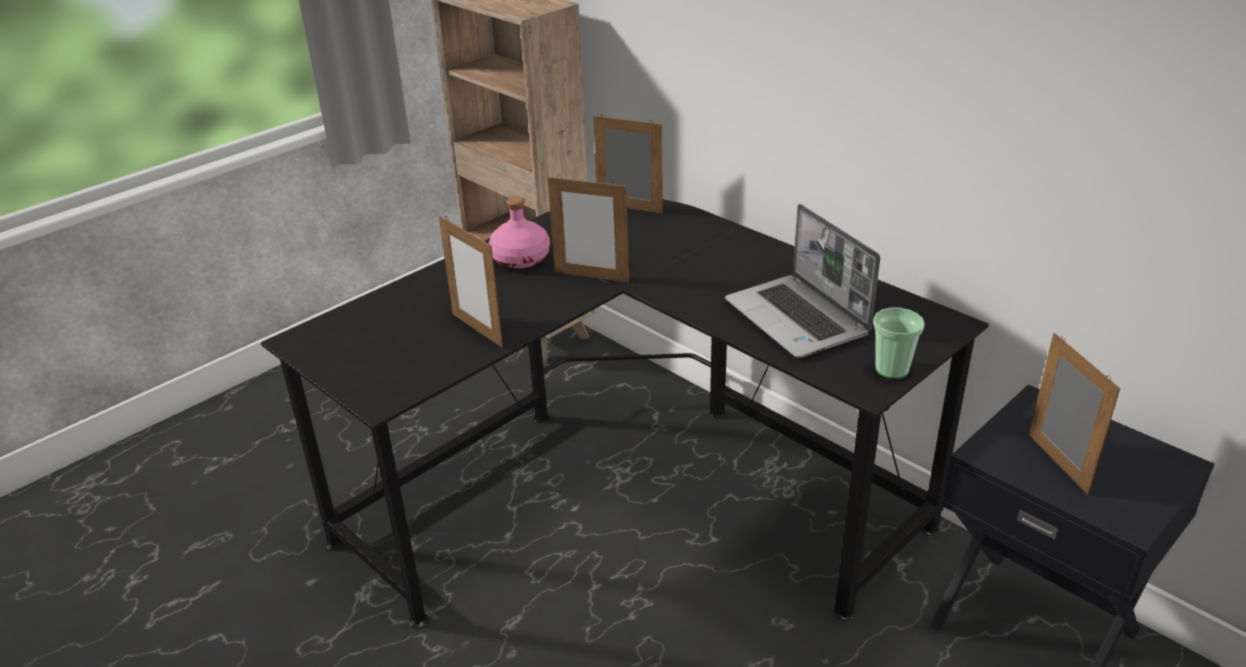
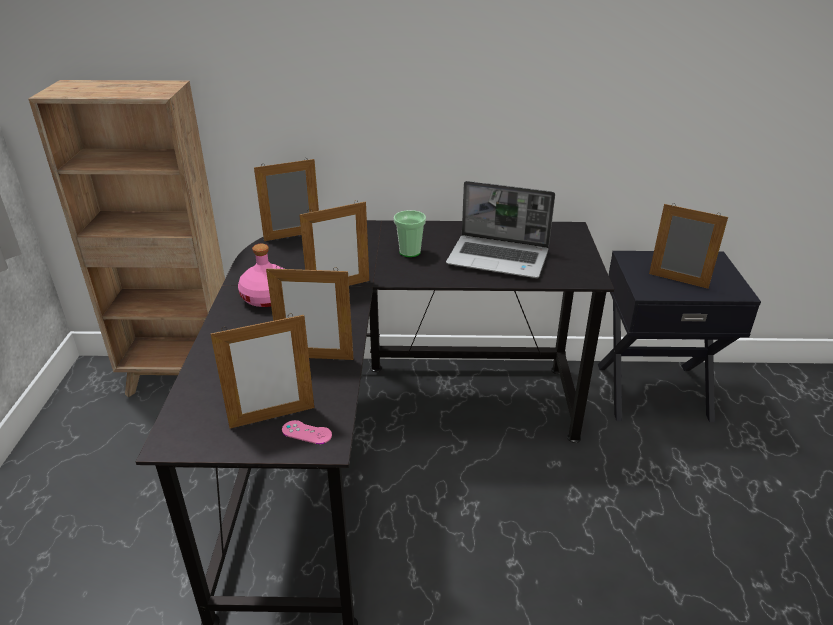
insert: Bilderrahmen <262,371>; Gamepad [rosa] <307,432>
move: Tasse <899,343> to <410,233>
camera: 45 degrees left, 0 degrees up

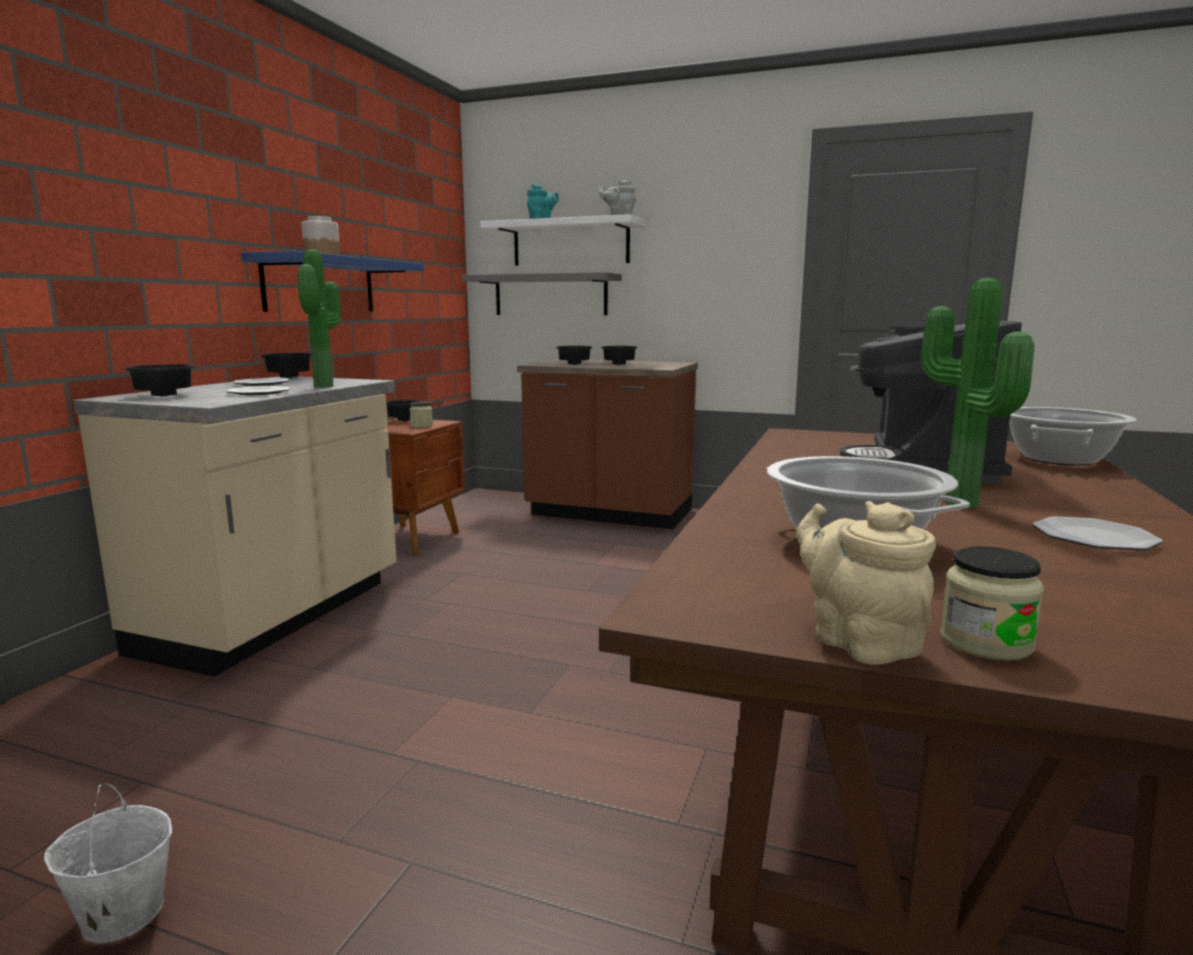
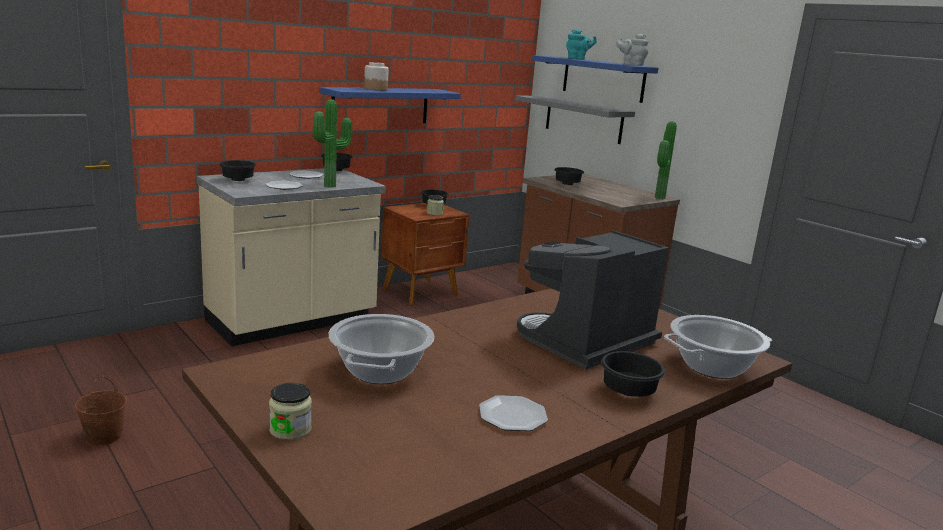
delete: Teekanne [beige] <866,583>
move: Schüssel [schwarz] <619,355> to <633,374>; Topfpflanze <977,393> to <666,160>
recolor: Eimer [weiß] <108,863> to Eimer [braun] <101,411>; Wandregal [weiß] <562,240> to Wandregal [blau] <595,79>
camera: 30 degrees right, 5 degrees up

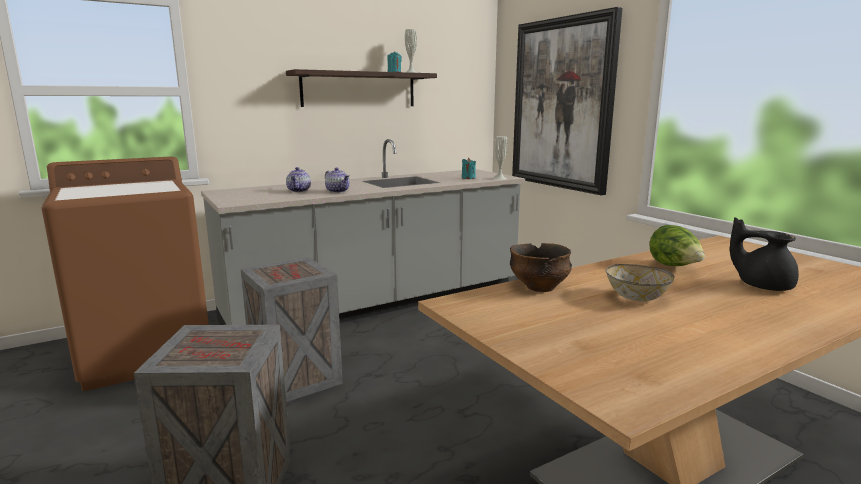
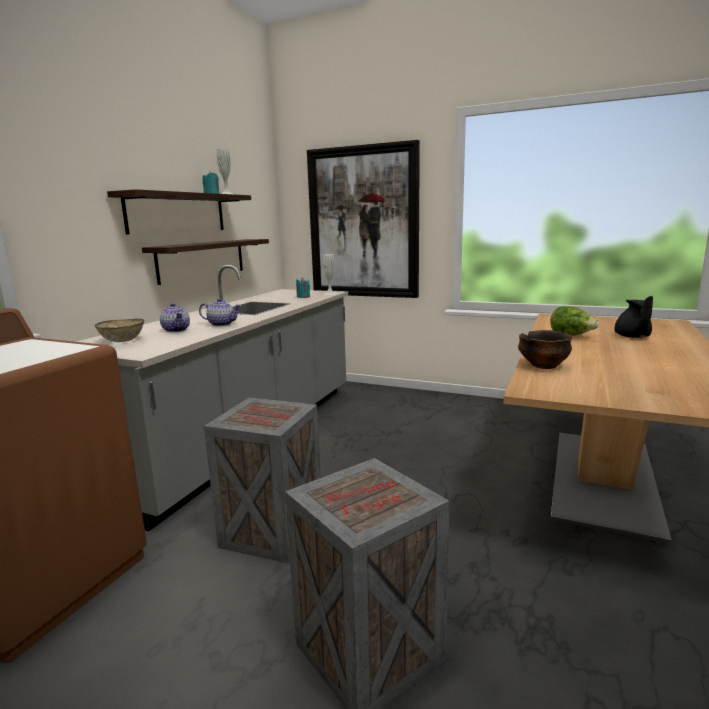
insert: Wandregal <205,262>
move: Schüssel <640,282> to <119,330>
rotate: Teekanne [schwarz] <764,254> = <633,317> 90 degrees counterclockwise
camera: 35 degrees left, 0 degrees up

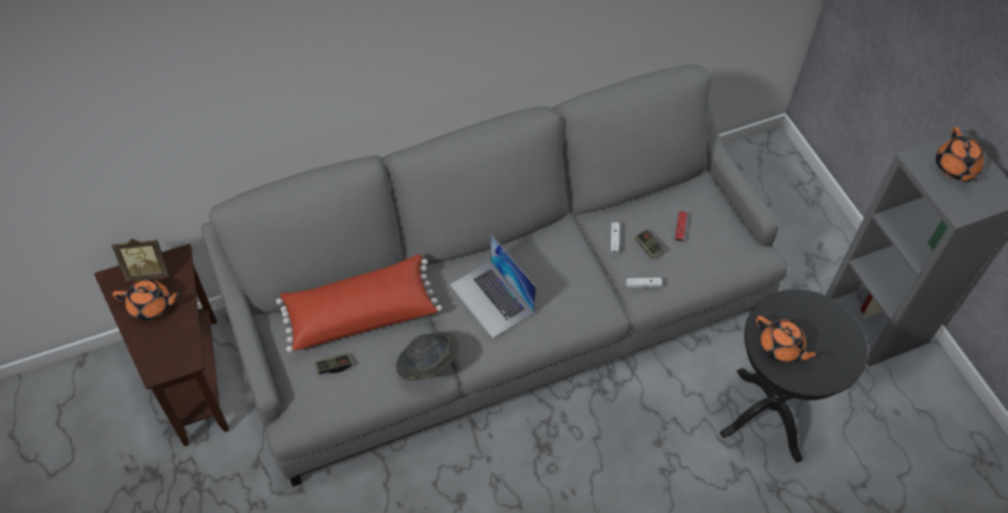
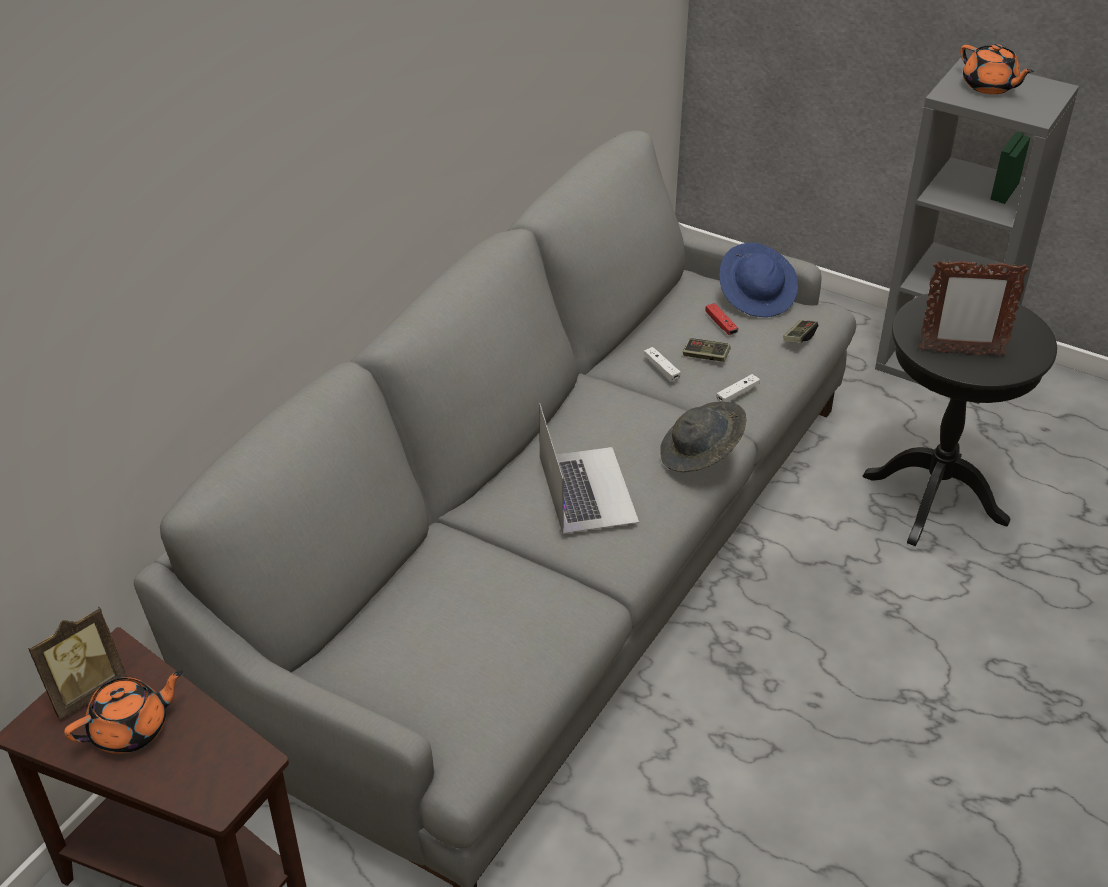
delete: Kissen [rot] <359,303>
insert: Hut [blau] <758,280>
move: Gamepad <333,363> to <801,331>; Hut [grau] <427,356> to <703,437>
replace: Teekanne [orange] <788,339> to Bilderrahmen <973,308>
rotate: Laptop <493,287> = <589,468> 120 degrees counterclockwise
camera: 35 degrees left, 15 degrees down

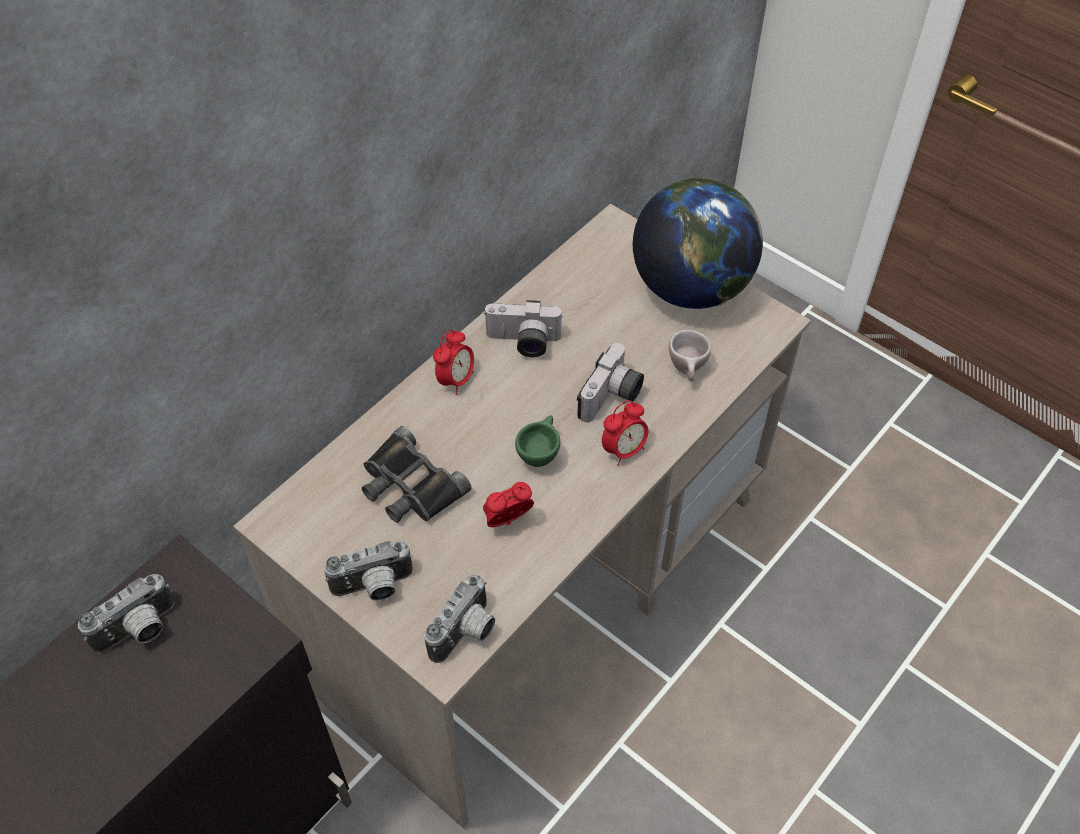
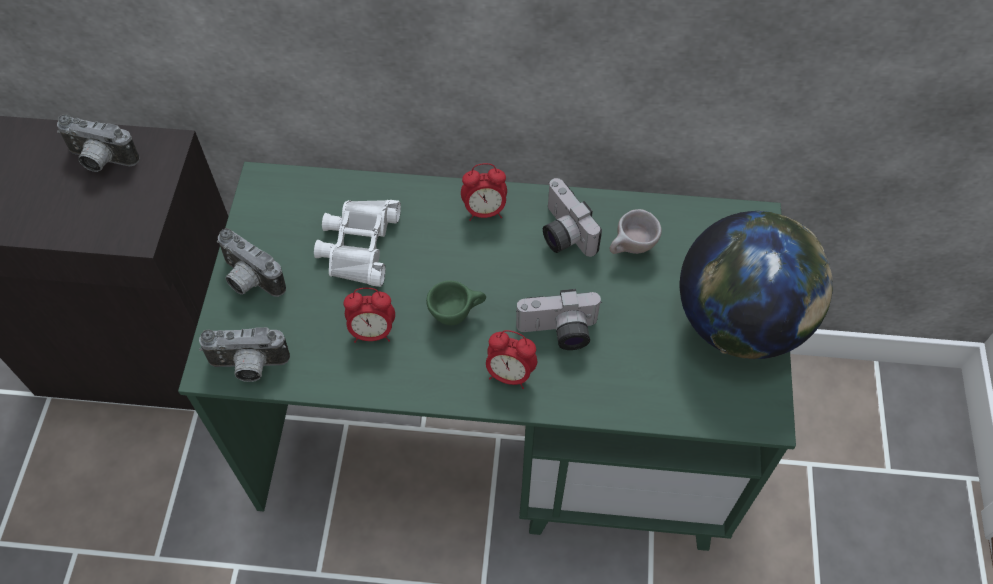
move: Tasse [beige] <690,355> to <635,231>
recolor: Schreibtisch [beige] <522,516> to Schreibtisch [grün] <487,356>; Fernglas [schwarz] <416,474> to Fernglas [weiß] <357,243>
rotate: Wecker <508,504> = <369,315> 150 degrees clockwise
camera: 55 degrees right, 5 degrees up

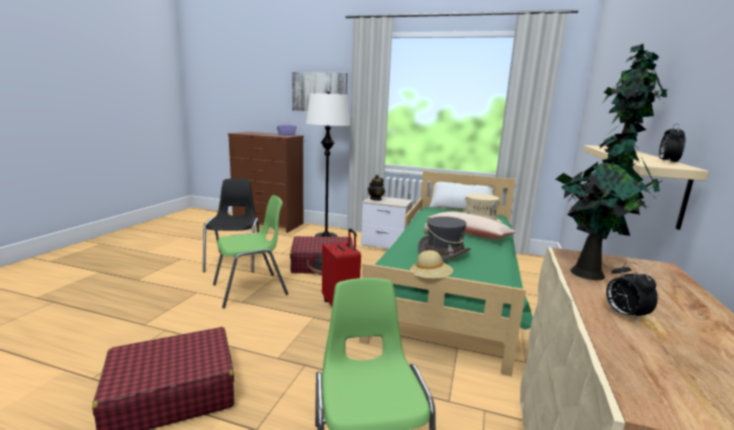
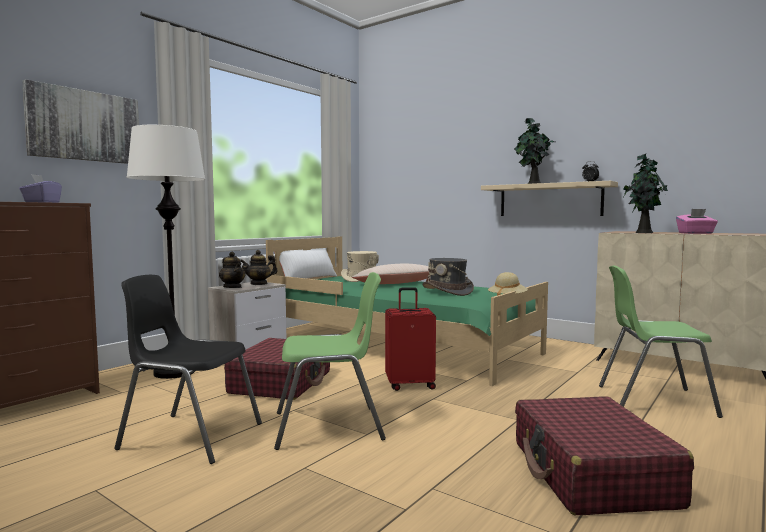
insert: Teekanne <259,267>
replace: Wecker <632,291> to Taschentuchbox [rosa] <697,221>
rotate: Stuhl [grün] <250,251> = <330,361> 90 degrees clockwise
camera: 70 degrees left, 10 degrees down

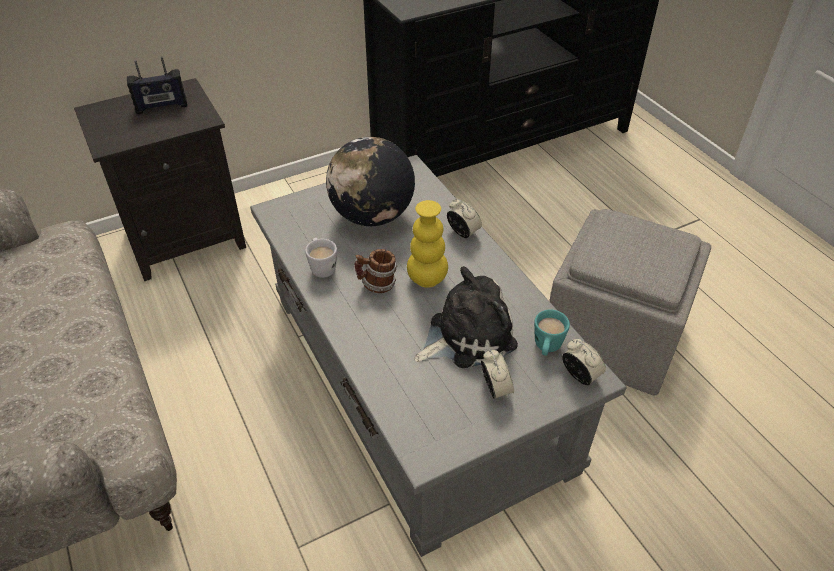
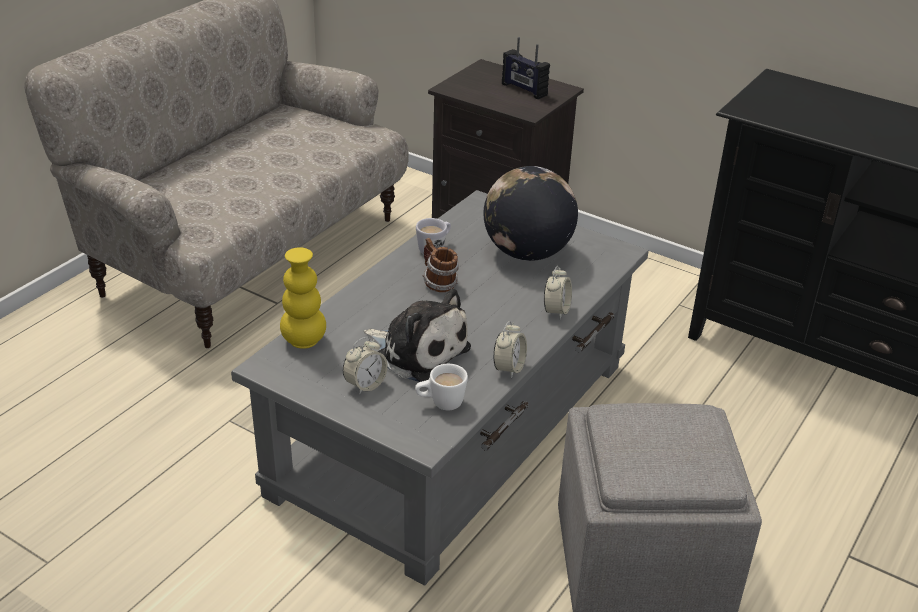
move: Vase [gelb] <427,244> to <303,298>; Wecker <584,362> to <510,349>
recolor: Henkelbecher [türkis] <552,333> to Henkelbecher [weiß] <441,387>
camera: 60 degrees right, 10 degrees down

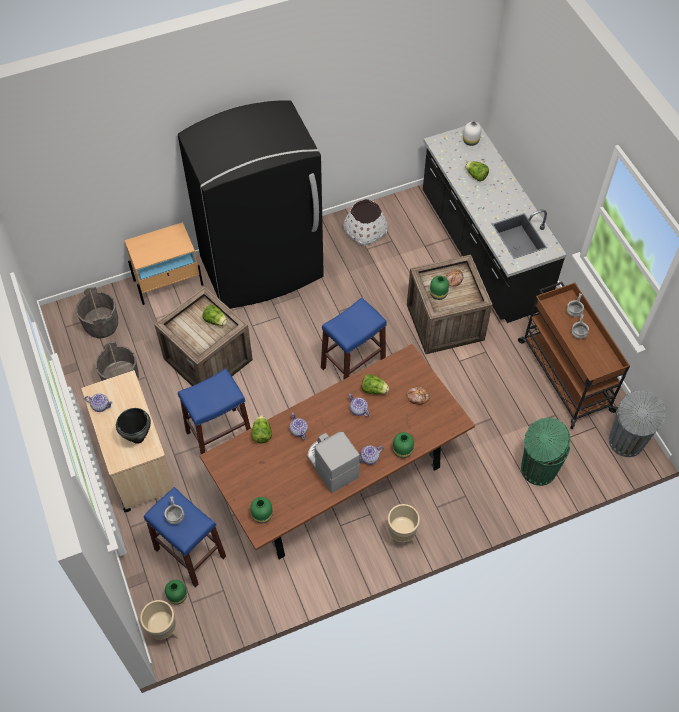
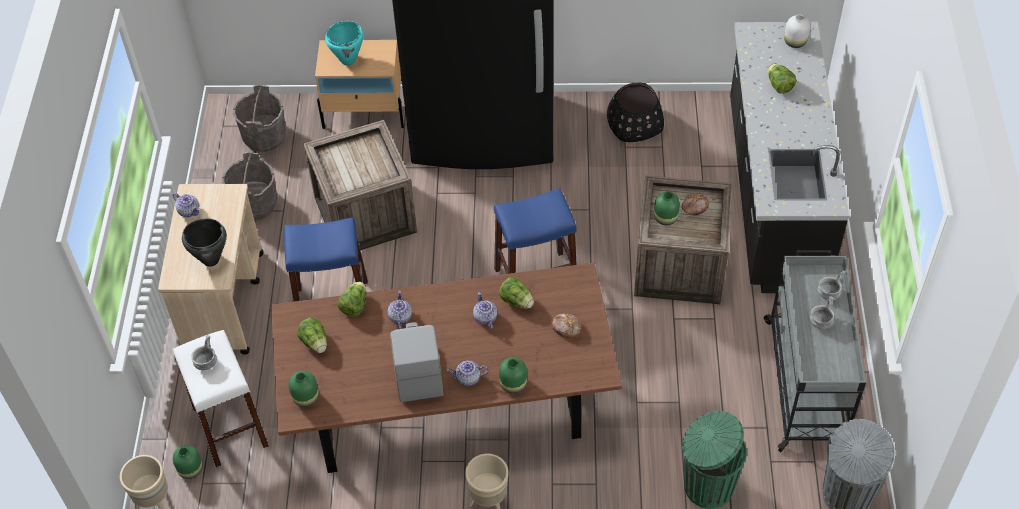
insert: Kochtopf [türkis] <344,43>
move: Salatkopf <215,315> to <312,335>
recolor: Hocker [blau] <185,537> to Hocker [weiß] <221,398>; Pflanzkübel [weiß] <365,222> to Pflanzkübel [schwarz] <635,112>; Rollwagen [braun] <574,355> to Rollwagen [grau] <815,351>
camera: 25 degrees right, 5 degrees down

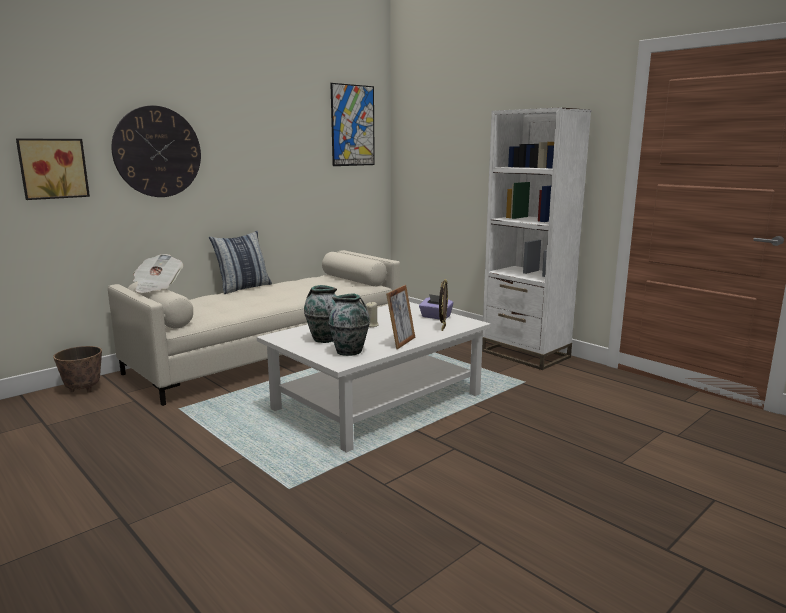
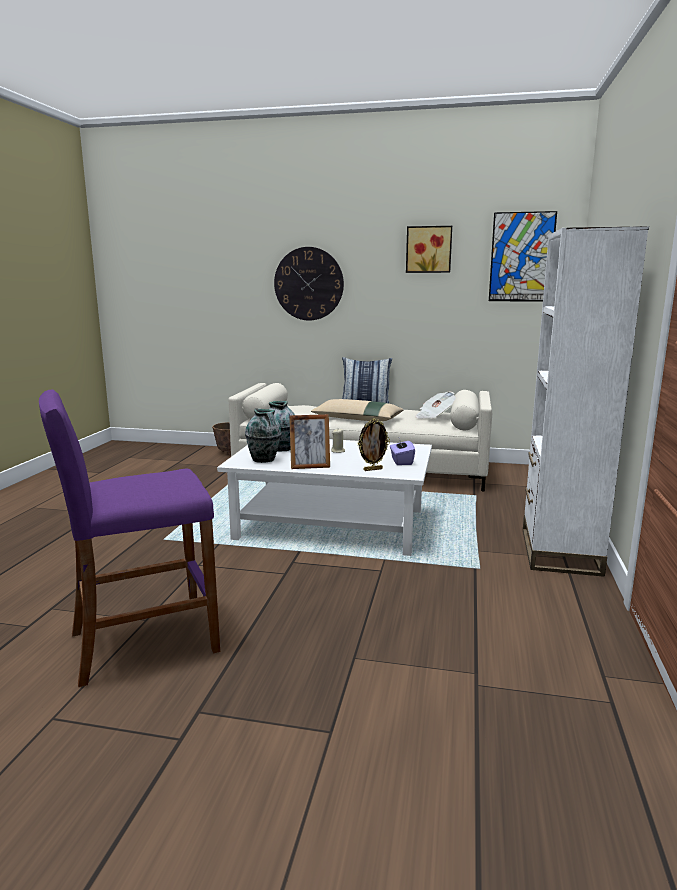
insert: Hocker [lila] <129,538>; Kissen [beige] <357,410>
move: Bild <53,169> to <429,249>; Zeitung <158,273> to <435,405>
camera: 55 degrees right, 0 degrees up

